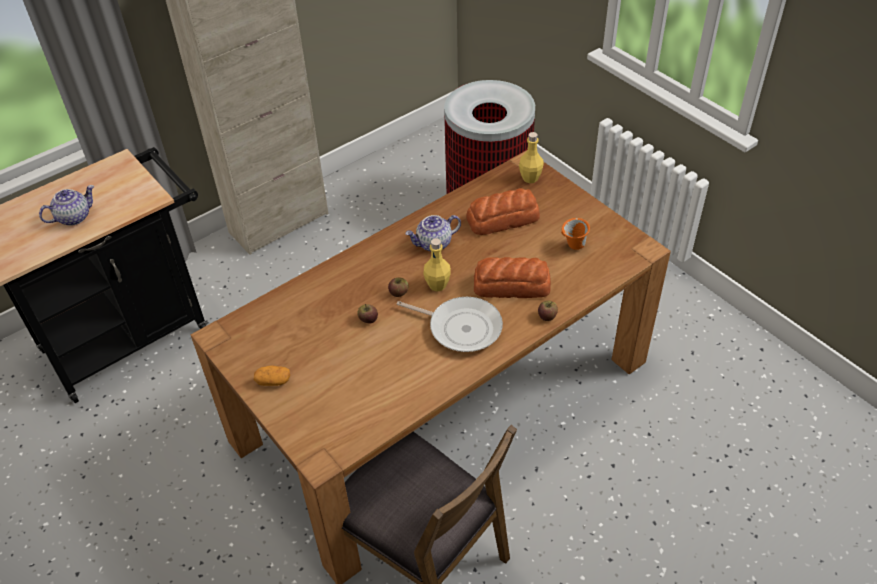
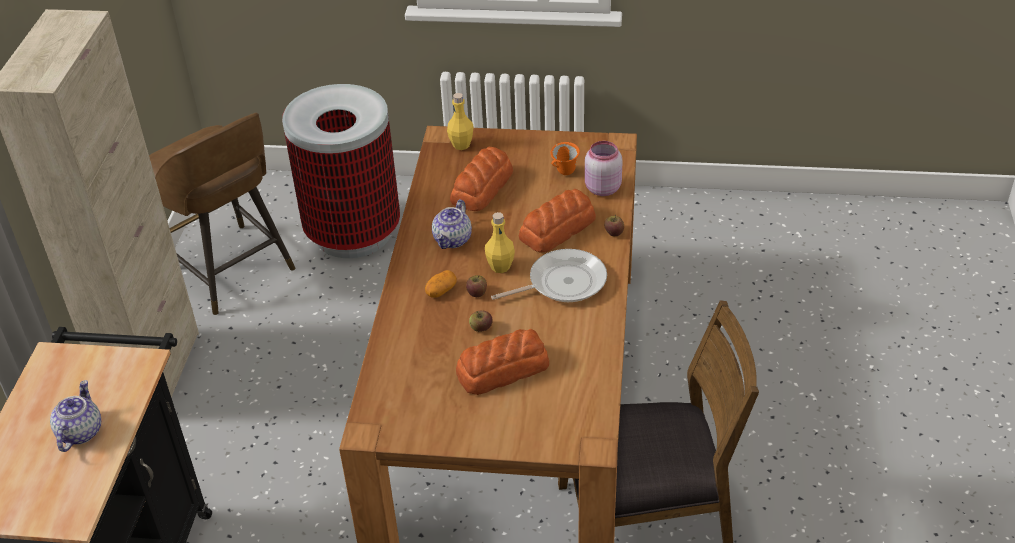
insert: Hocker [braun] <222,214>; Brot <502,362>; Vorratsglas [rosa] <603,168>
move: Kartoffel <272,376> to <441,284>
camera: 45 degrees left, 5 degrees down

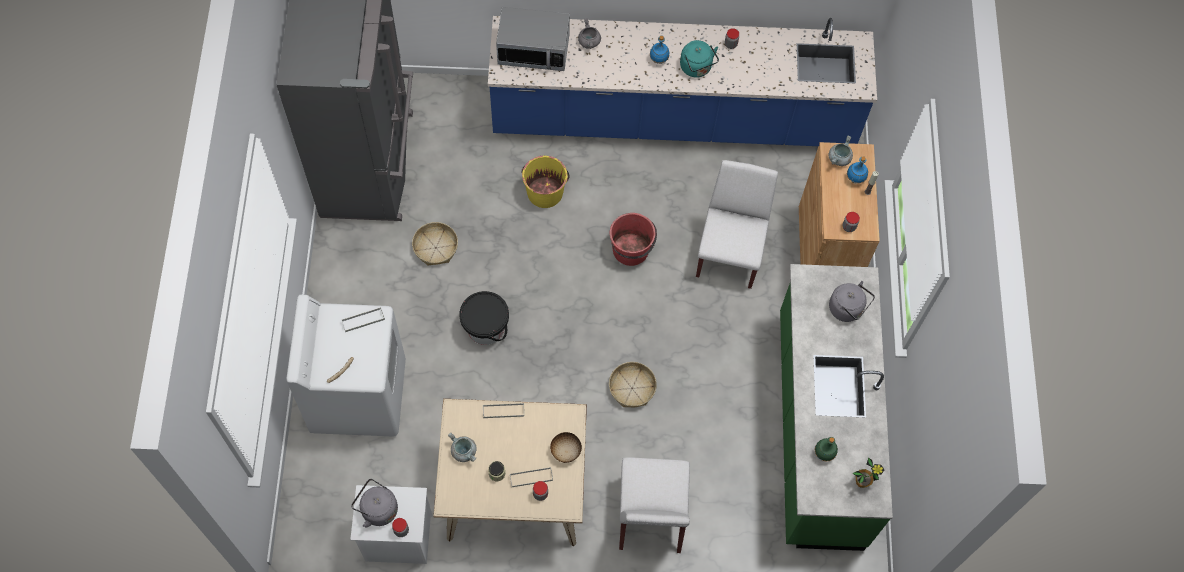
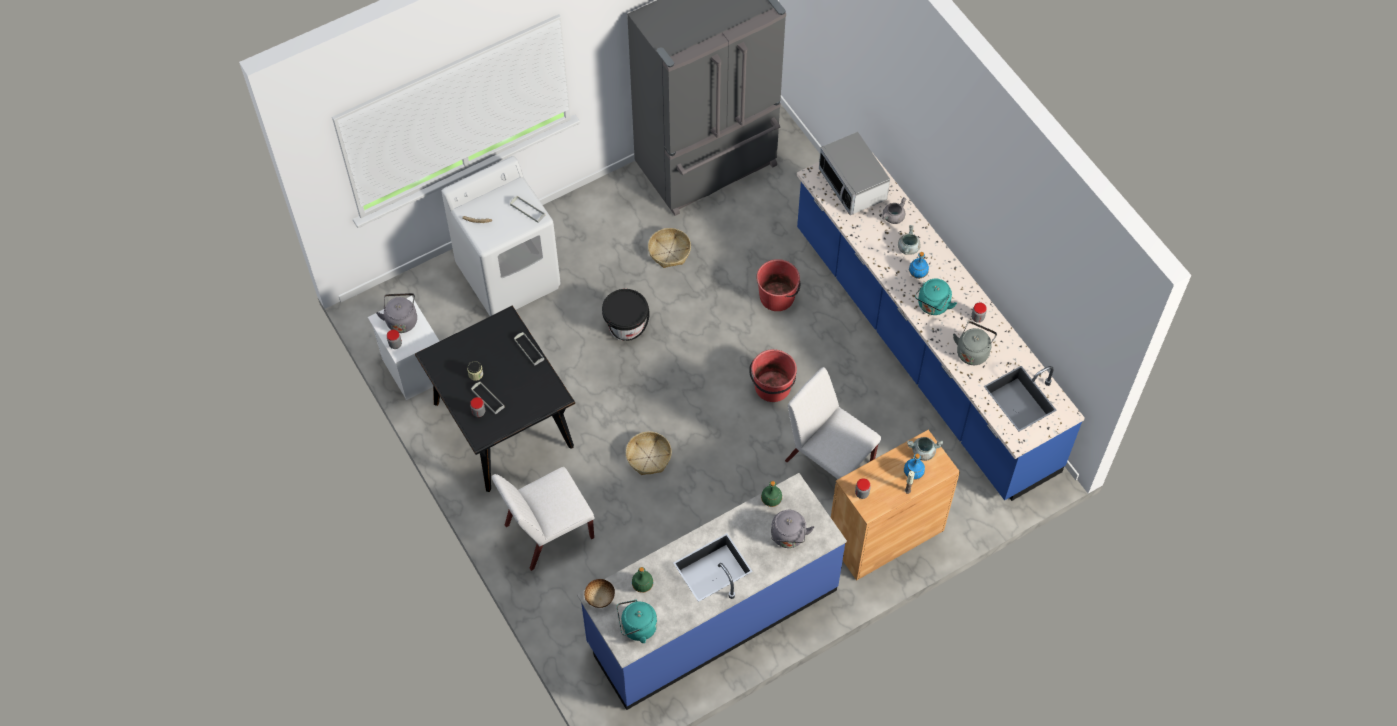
insert: Flasche [grün] <771,494>; Wasserkessel [grau] <975,343>
move: Kochtopf [grau] <462,447> to <909,240>; Schüssel <566,447> to <599,593>
replace: Topfpflanze <869,472> to Wasserkessel [türkis] <637,621>
recolor: Esstisch [beige] <510,472> to Esstisch [schwarz] <495,399>; Eimer [gelb] <545,182> to Eimer [rot] <778,285>; Küchenzeile [grün] <836,407> to Küchenzeile [blau] <712,591>
rotate: Stuhl [weiß] <737,224> = <833,423> 120 degrees counterclockwise
camera: 60 degrees right, 5 degrees down

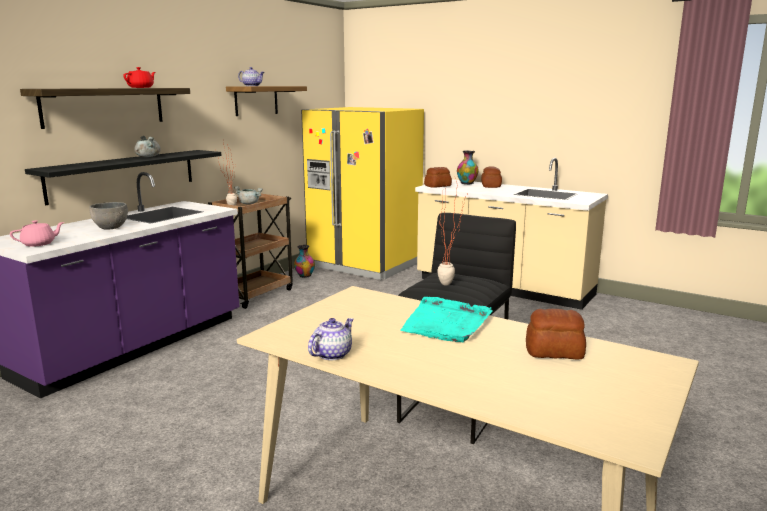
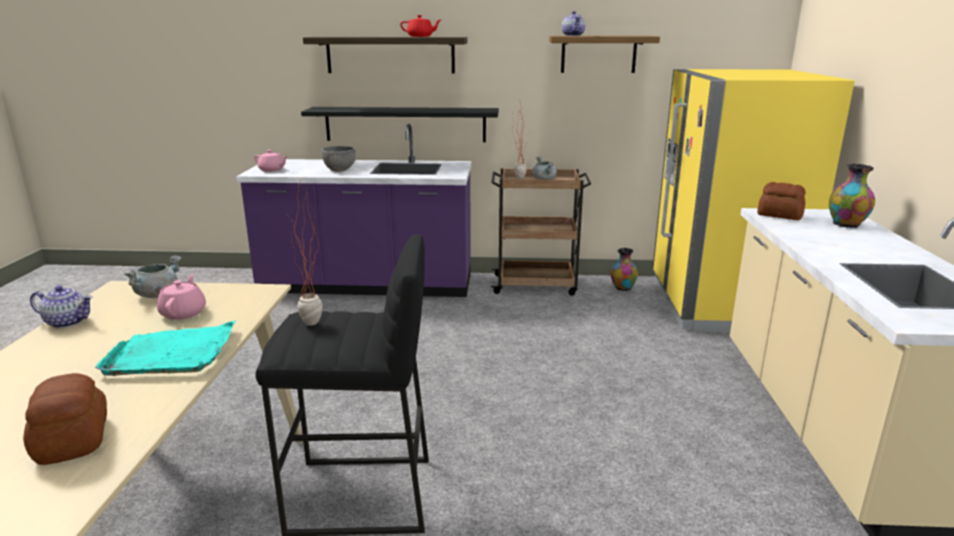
delete: Brot <491,177>
insert: Teekanne [rosa] <181,297>
move: Kochtopf [grau] <147,146> to <152,276>
camera: 60 degrees right, 5 degrees up

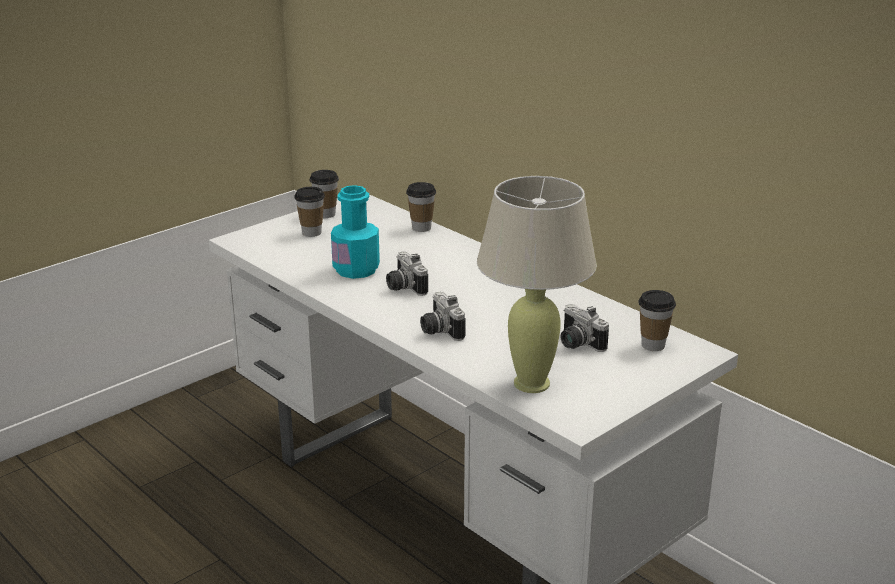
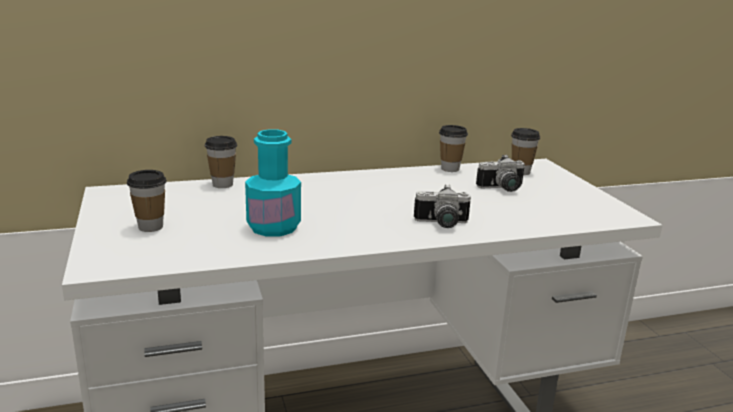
delete: Kamera <407,274>; Tischlampe [beige] <537,284>
move: Tasse <324,194> to <453,148>
camera: 65 degrees left, 5 degrees down

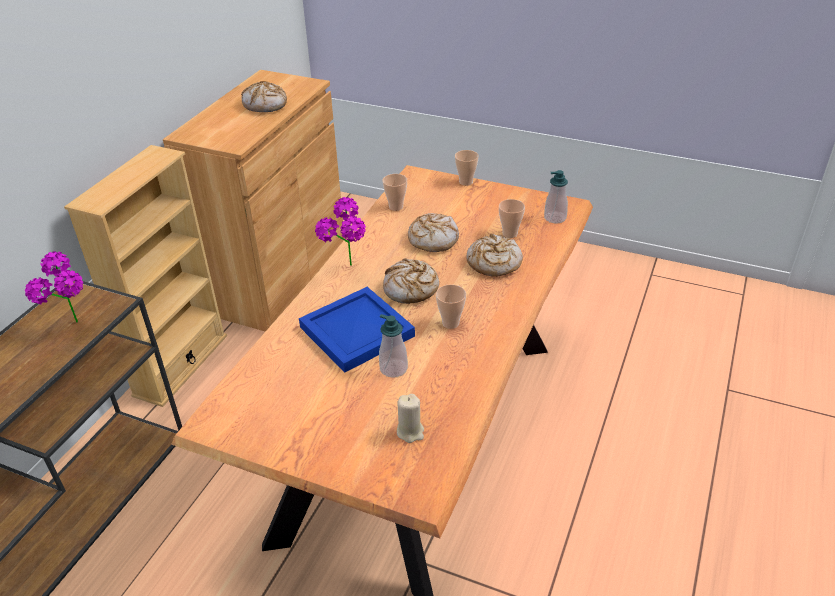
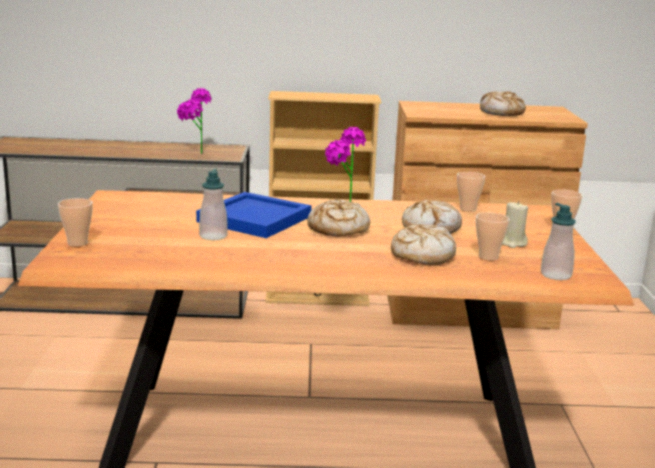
move: Kerze [beige] <410,418> to <515,224>; Tasse <451,306> to <75,222>
camera: 65 degrees right, 20 degrees down

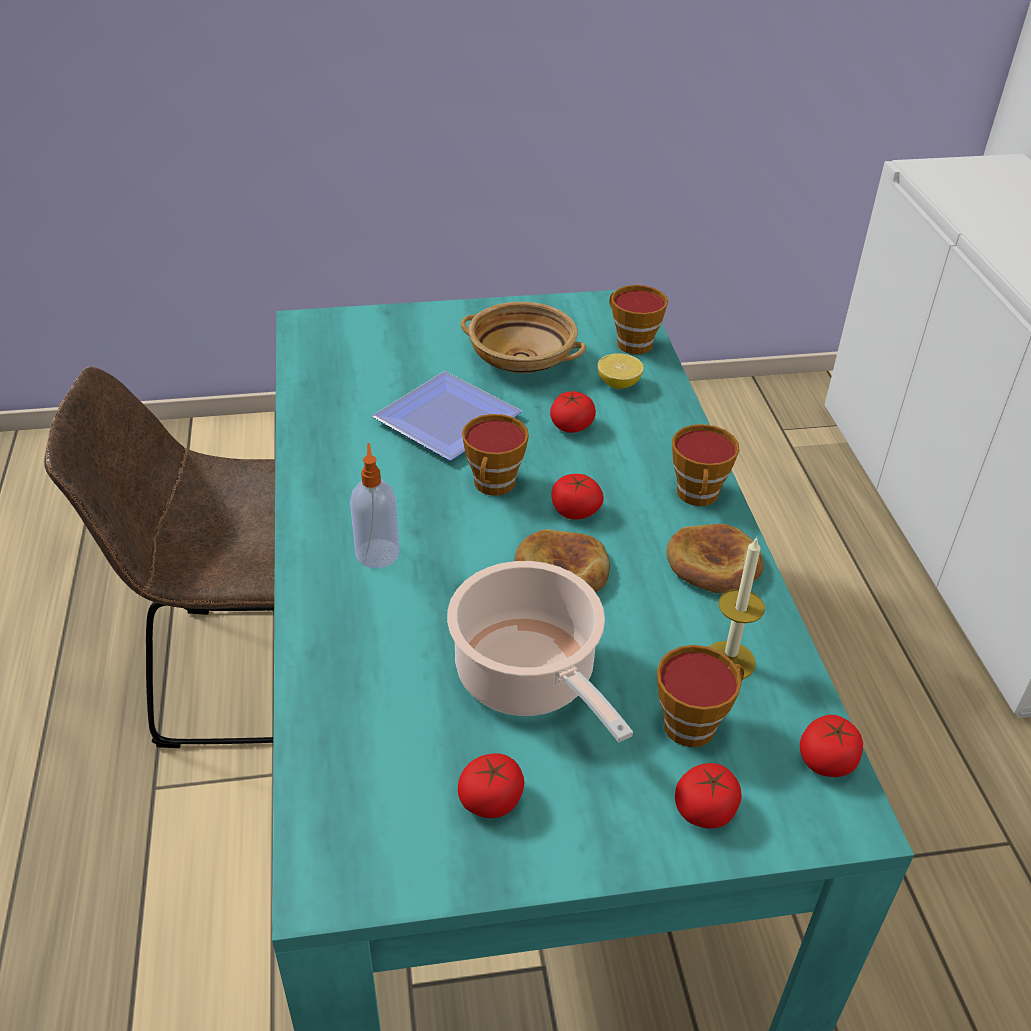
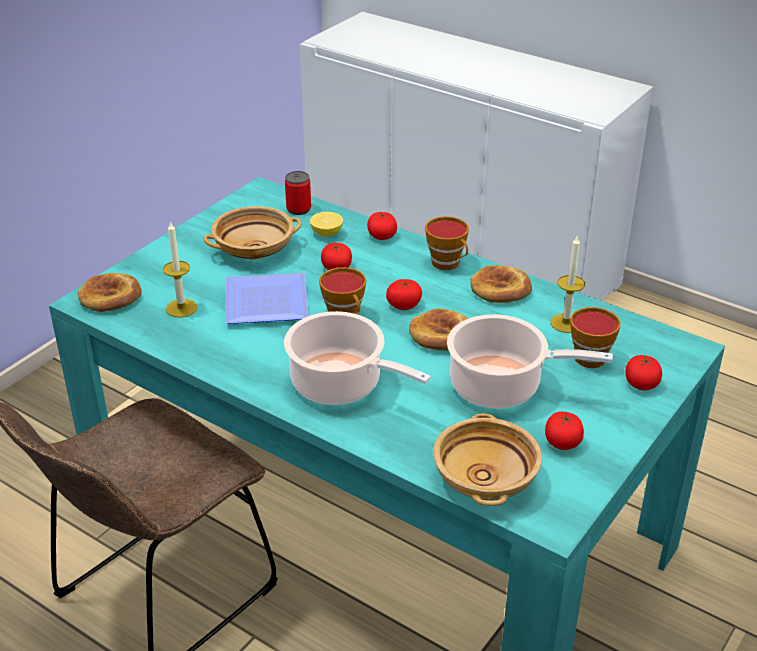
insert: Brot <110,292>; Kerze <180,269>; Schüssel [beige] <487,459>
move: Tomate <831,746> to <382,225>
replace: Seifenspender <374,505> to Kochtopf <357,358>; Tasse <638,319> to Dose <298,193>
camera: 45 degrees left, 5 degrees down

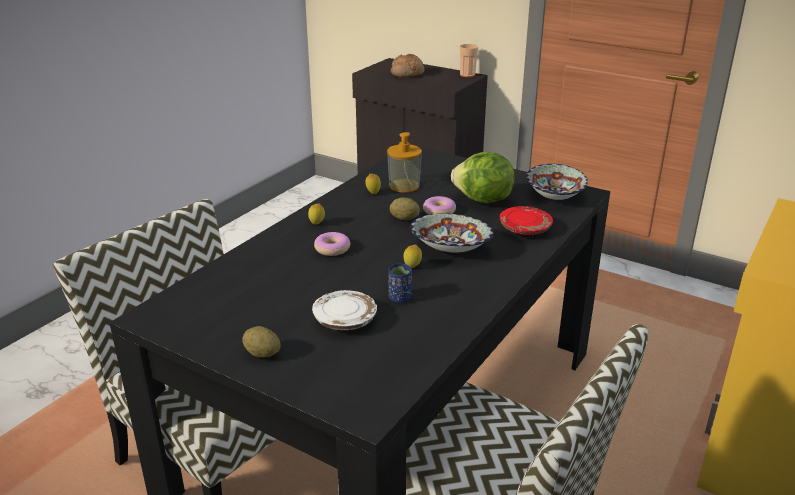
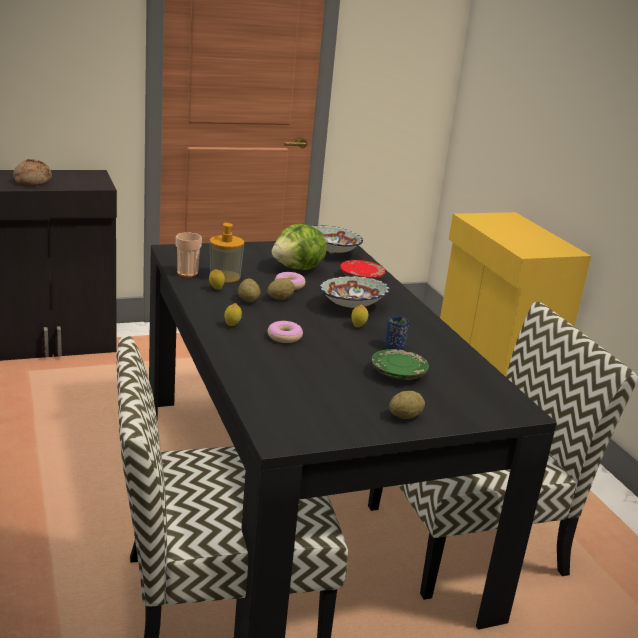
insert: Kartoffel <249,290>
move: Tasse <469,60> to <189,254>
recolor: Teller [weiß] <344,310> to Teller [grün] <400,364>
camera: 55 degrees left, 5 degrees down

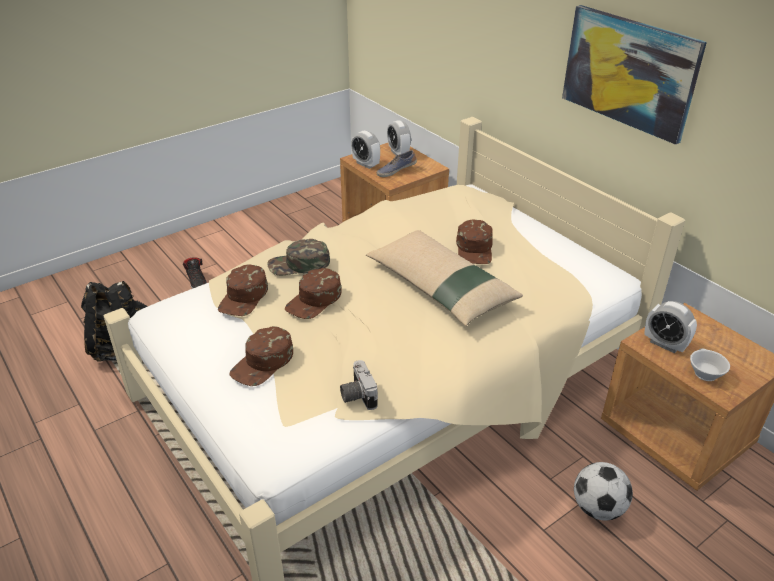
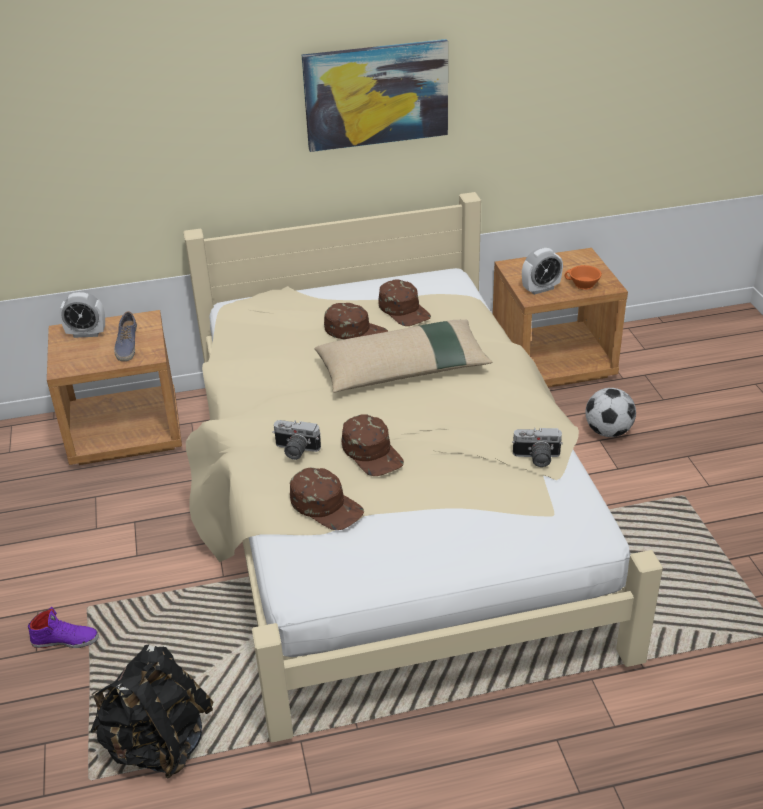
delete: Wecker <365,150>
move: Kappe [braun] <261,356> to <404,302>
replace: Kappe [grün] <299,257> to Kamera <296,440>
recolor: Schuh [schwarz] <195,273> to Schuh [lila] <63,627>; Tasse [weiß] <710,365> to Tasse [orange] <583,277>
camera: 65 degrees left, 0 degrees up

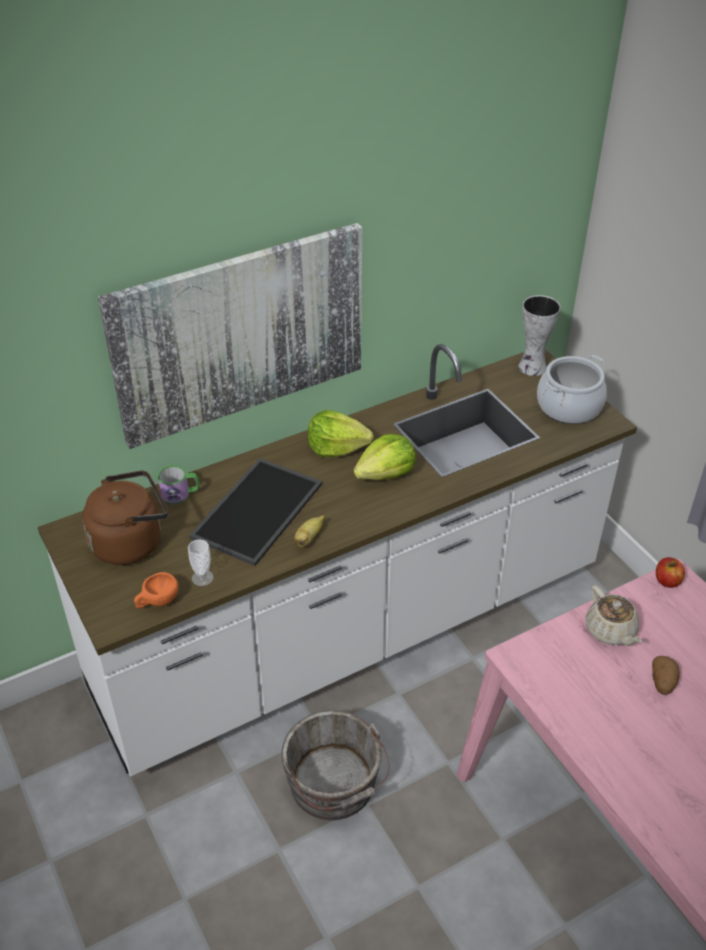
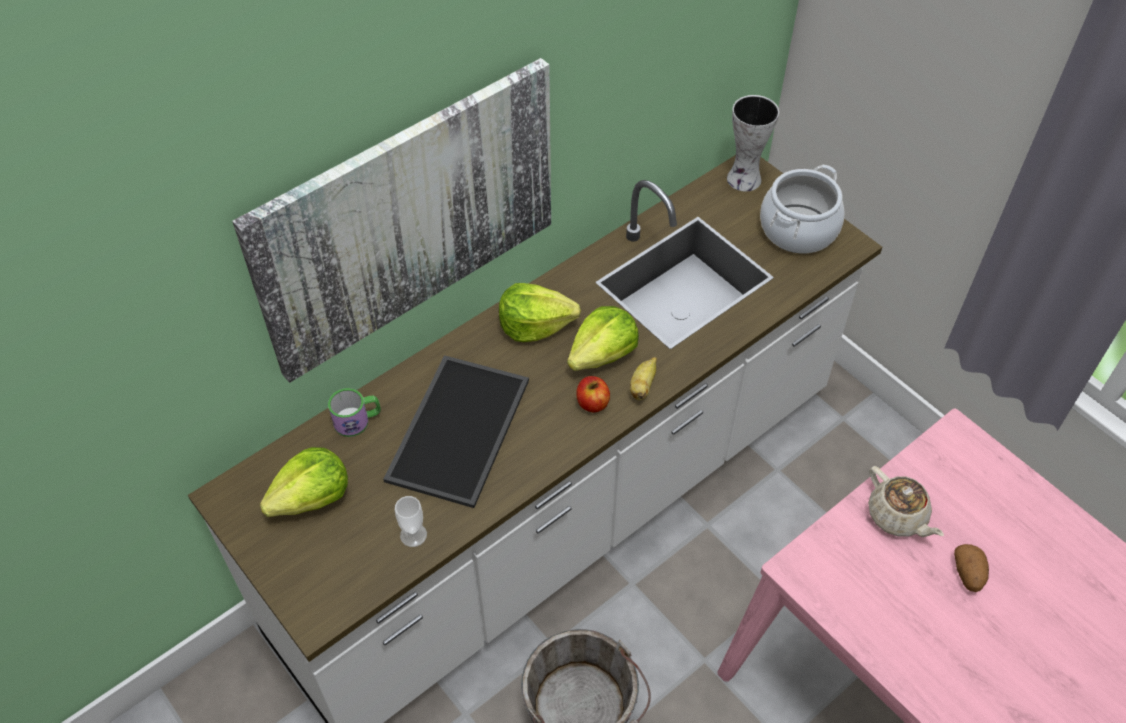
delete: Tasse [orange] <156,590>
move: Banane <309,531> to <643,378>; Apfel <670,572> to <593,394>
replace: Wasserkessel [braun] <125,518> to Salatkopf <304,482>
camera: 10 degrees left, 10 degrees up

